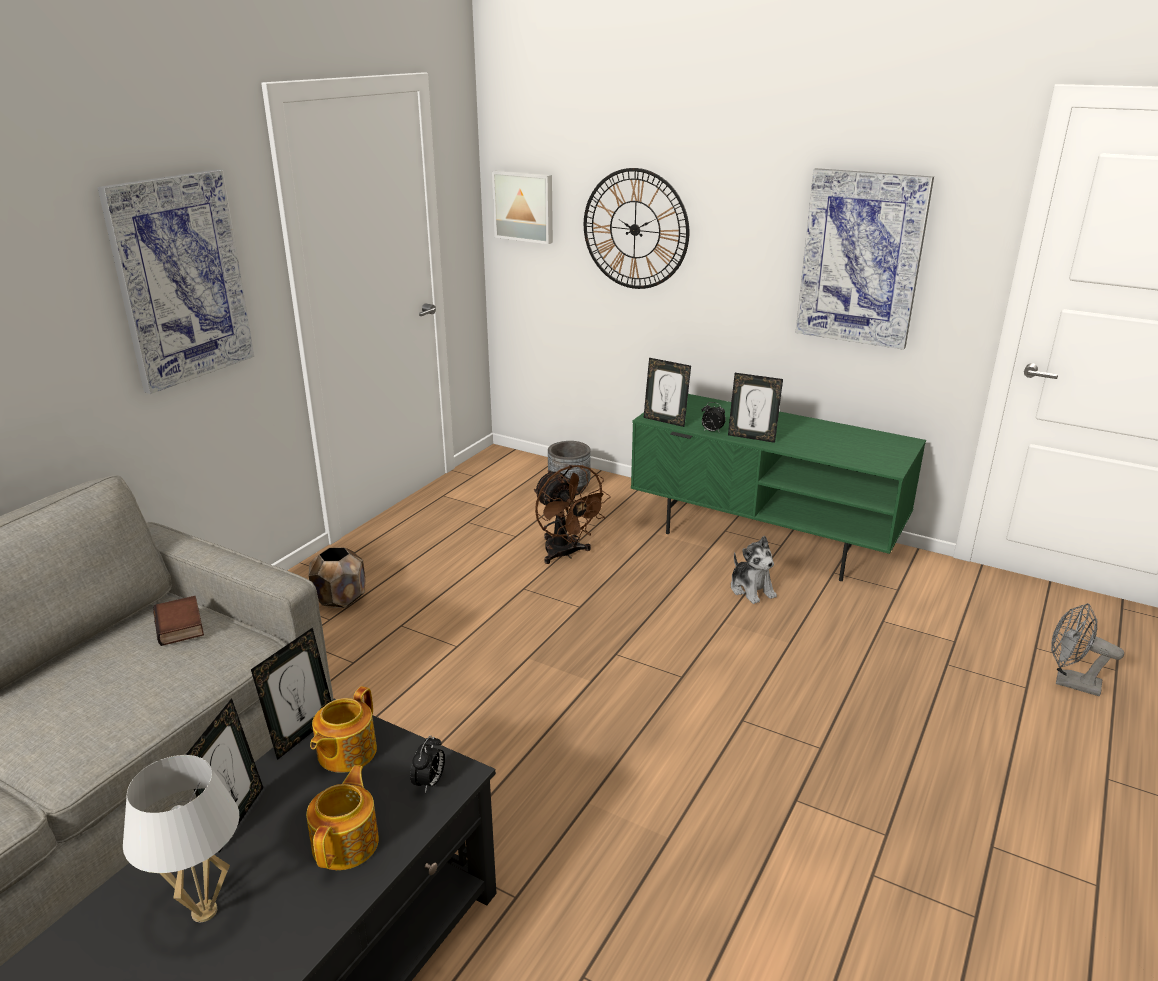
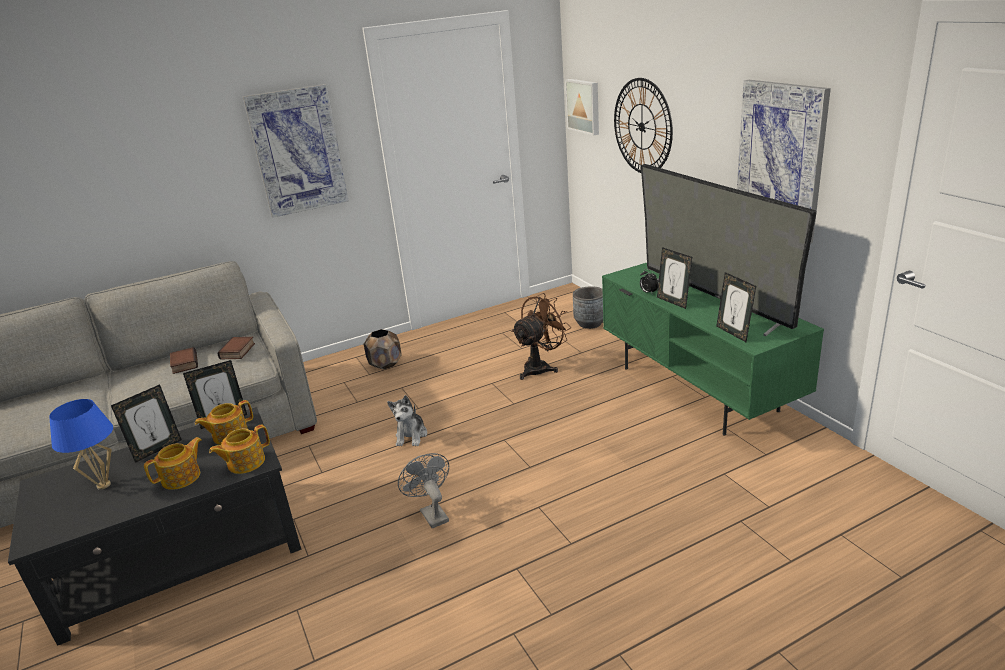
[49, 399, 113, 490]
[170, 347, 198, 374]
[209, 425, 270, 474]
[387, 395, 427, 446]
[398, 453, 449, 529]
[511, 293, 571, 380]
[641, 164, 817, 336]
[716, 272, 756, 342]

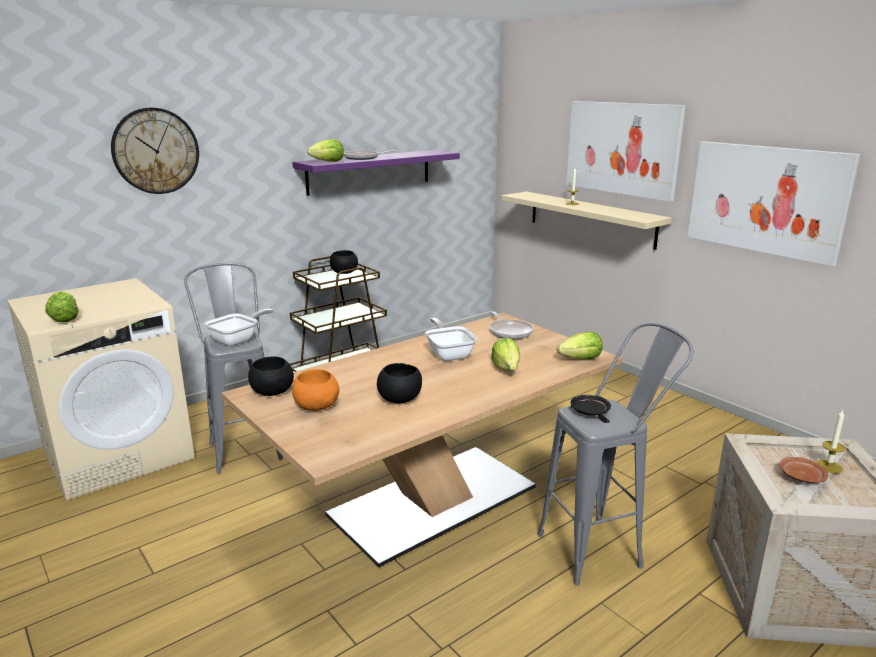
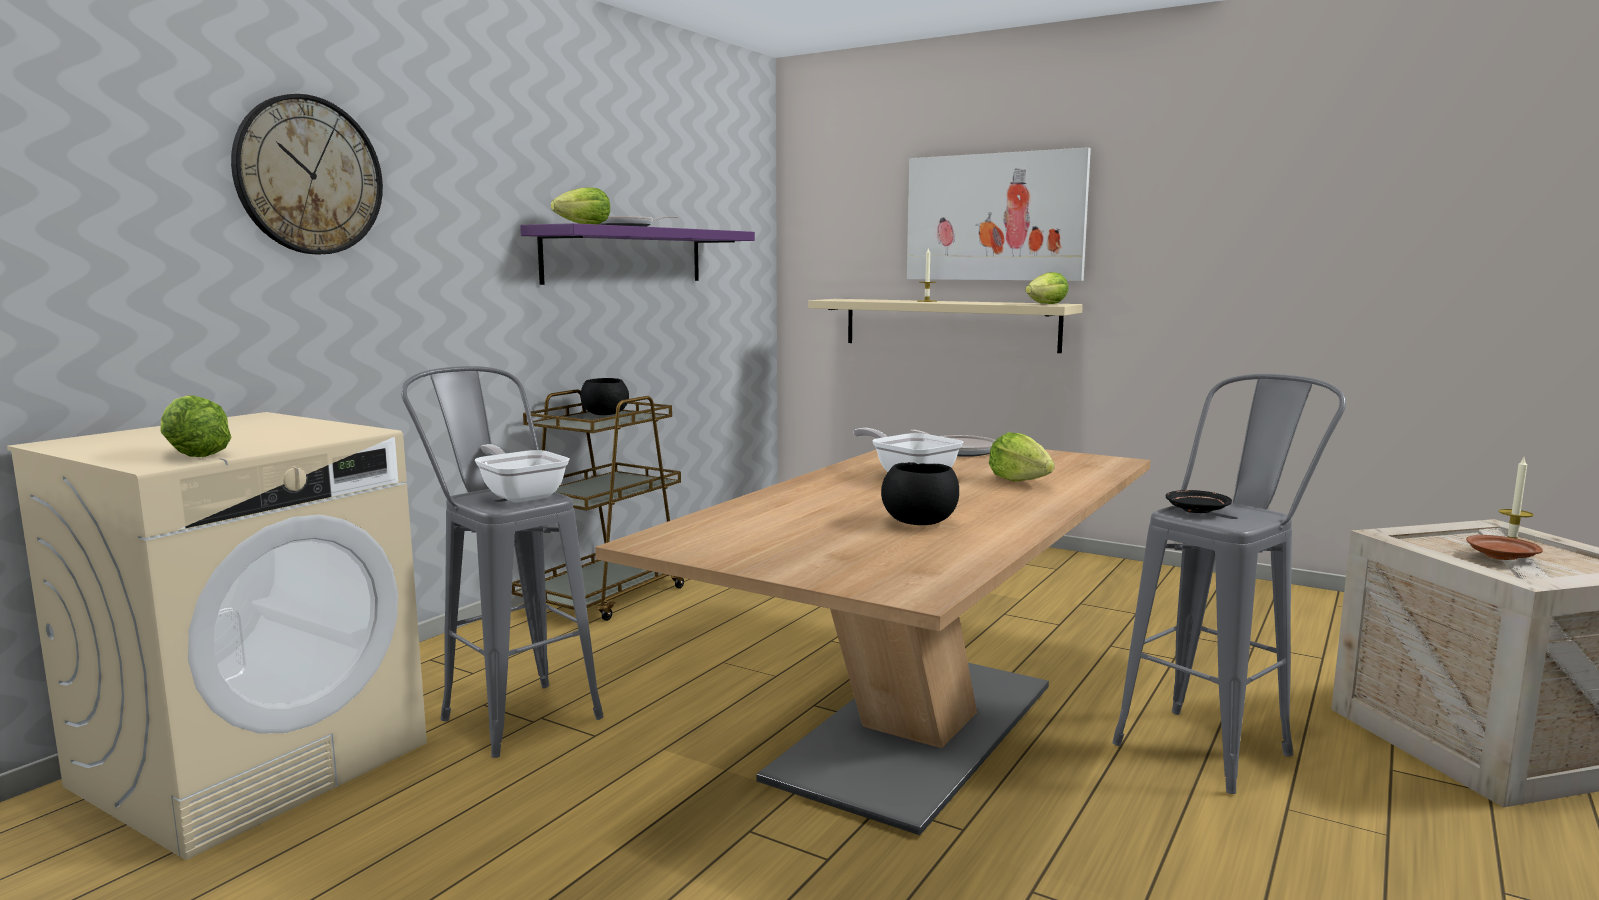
[475, 444, 569, 503]
[1025, 272, 1069, 304]
[248, 356, 294, 396] (first image)
[292, 369, 339, 411] (first image)
[687, 141, 860, 266] (first image)

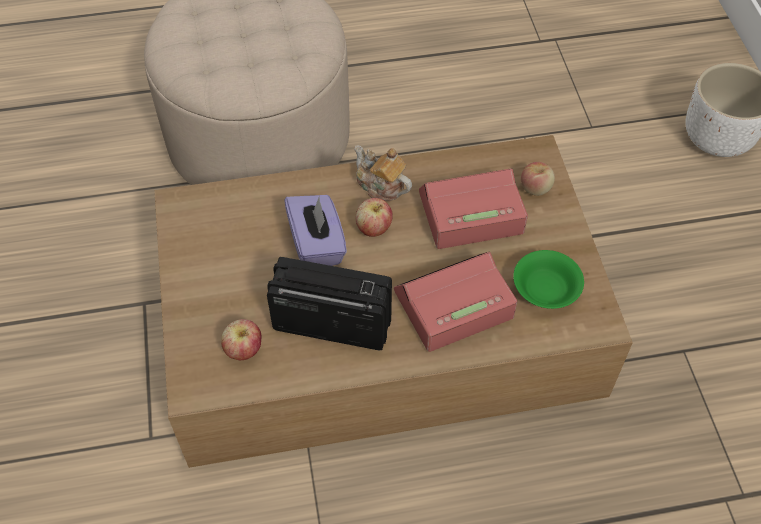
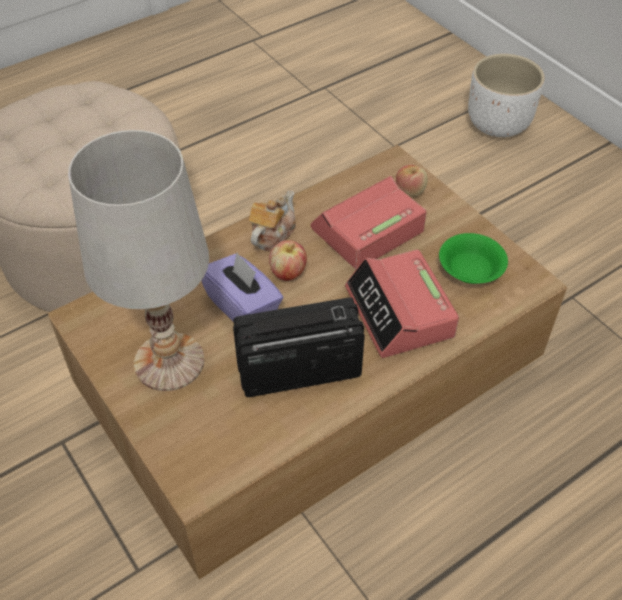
[68, 130, 209, 391]
[249, 191, 296, 252]
[345, 250, 459, 358]
[221, 319, 262, 360] (first image)

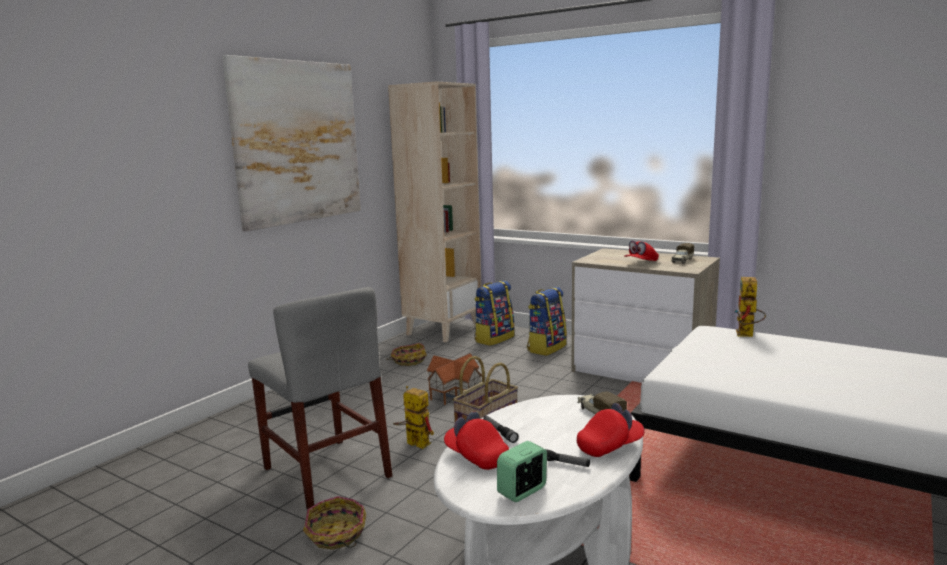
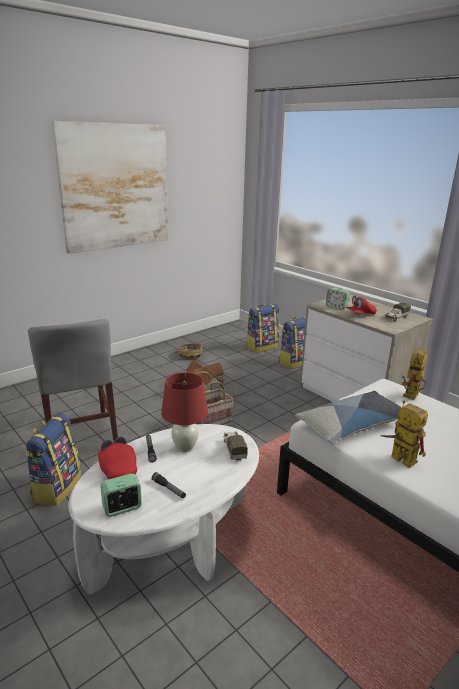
[25, 413, 81, 506]
[161, 373, 208, 453]
[295, 391, 402, 443]
[326, 287, 349, 309]
[381, 400, 428, 468]
[388, 82, 482, 342] (first image)
[577, 403, 645, 457] (first image)

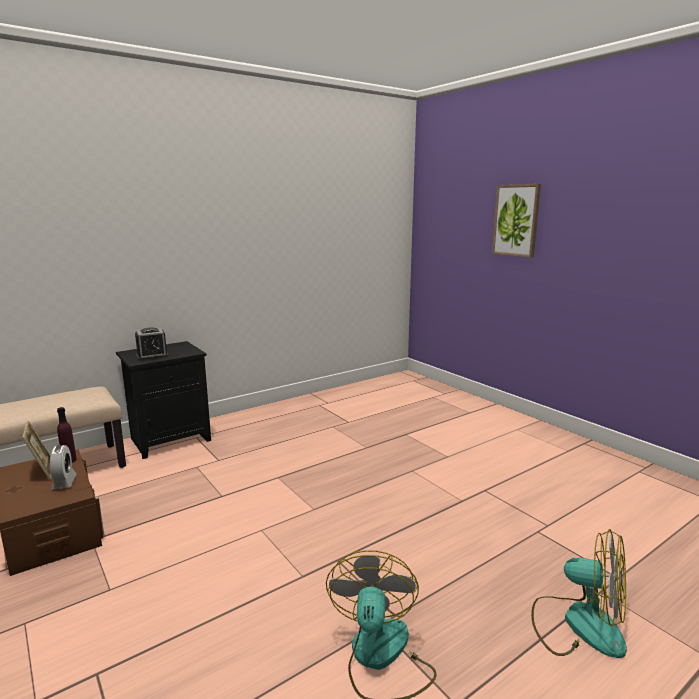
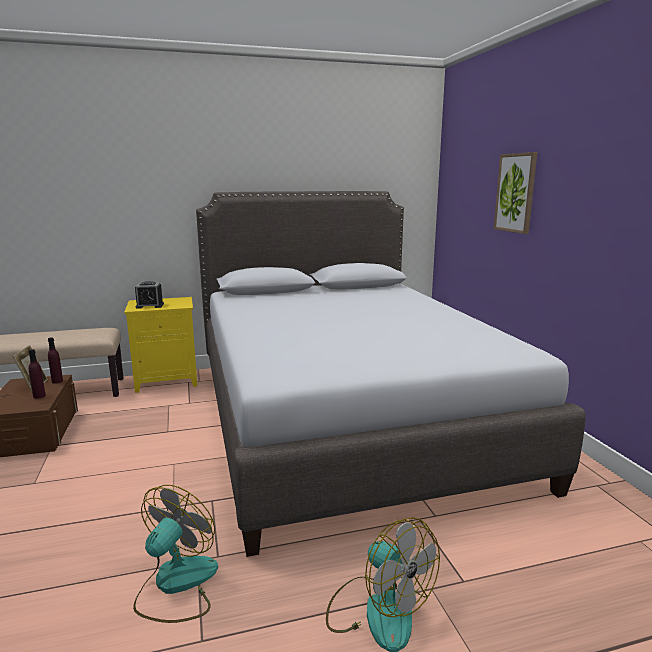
[29, 349, 46, 399]
[124, 297, 197, 393]
[196, 191, 586, 557]

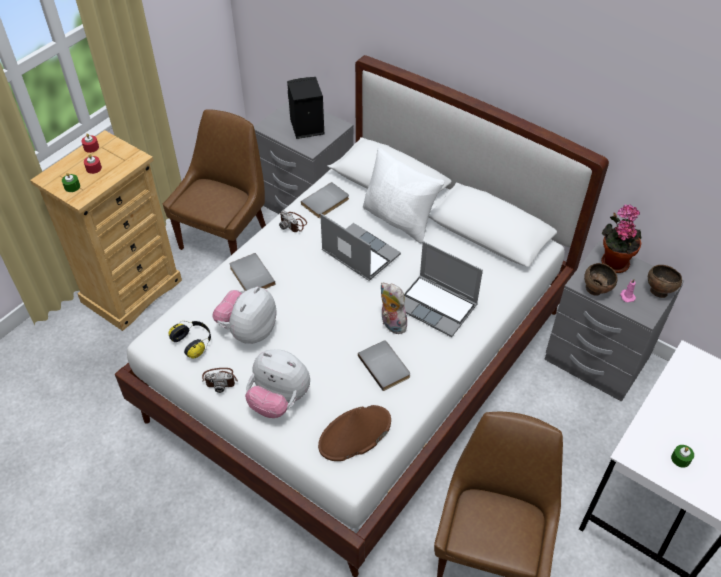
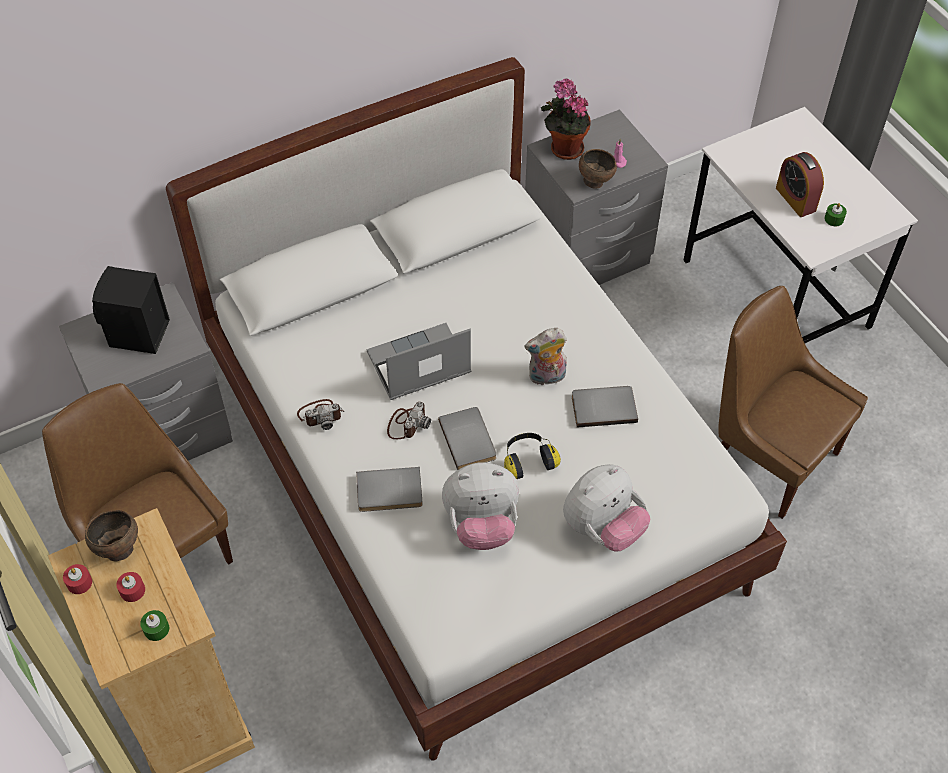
[85, 510, 138, 561]
[387, 402, 431, 439]
[438, 407, 496, 470]
[442, 462, 519, 550]
[504, 433, 561, 479]
[776, 152, 824, 217]
[318, 405, 391, 461] (first image)
[363, 147, 445, 243] (first image)
[404, 241, 483, 337] (first image)

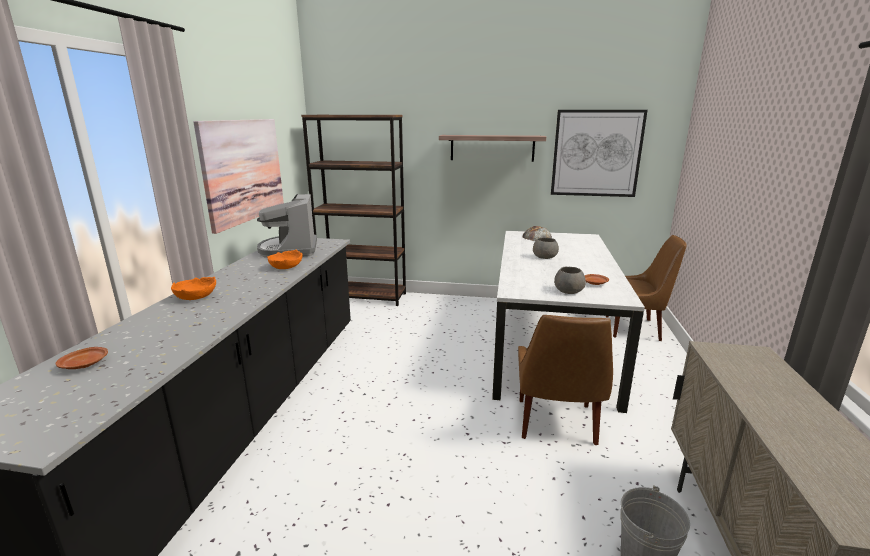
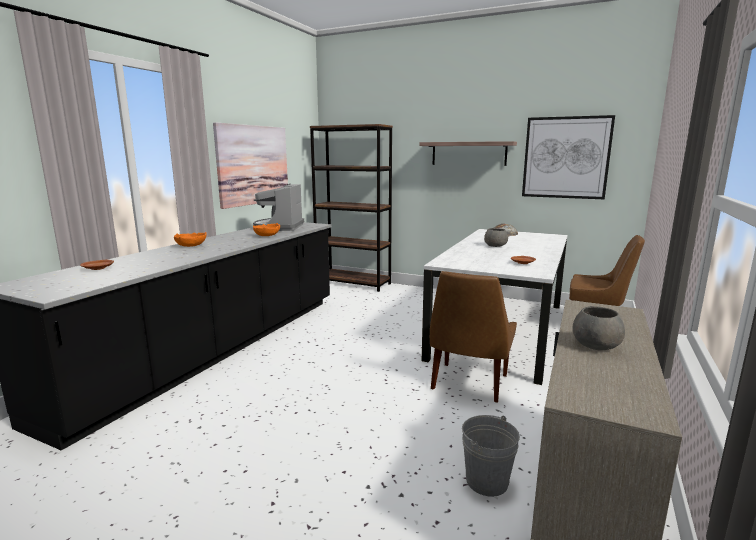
[572, 306, 625, 350]

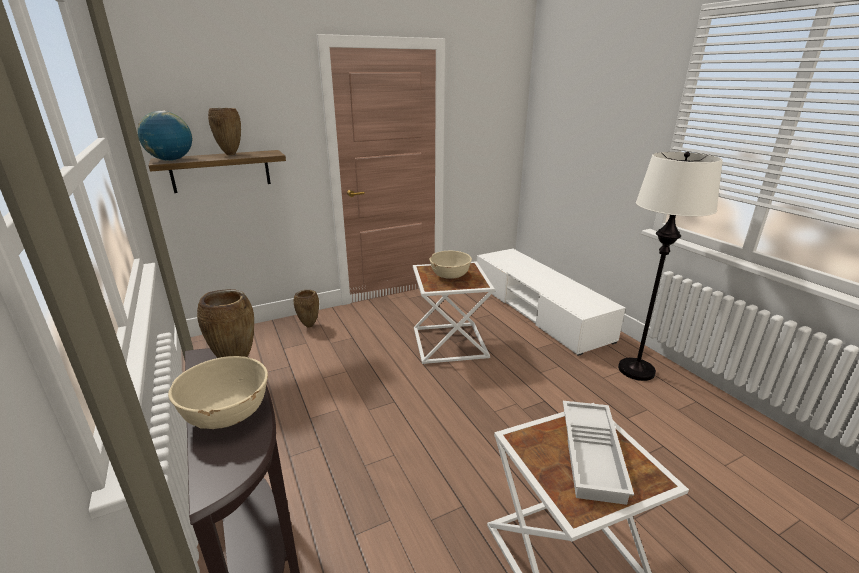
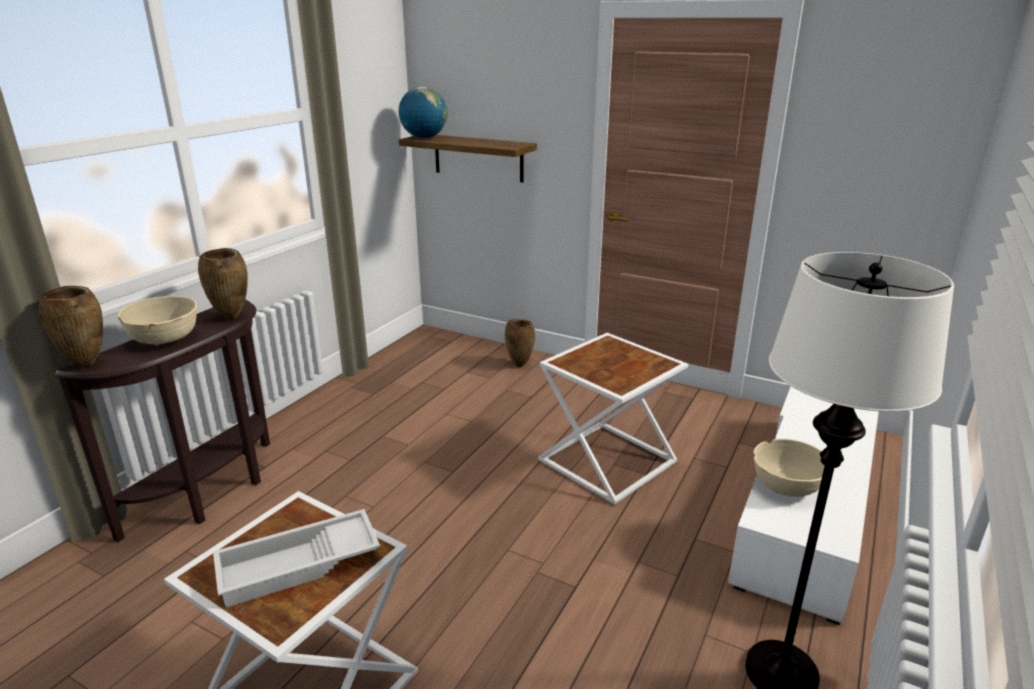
[39, 286, 103, 368]
[753, 439, 825, 497]

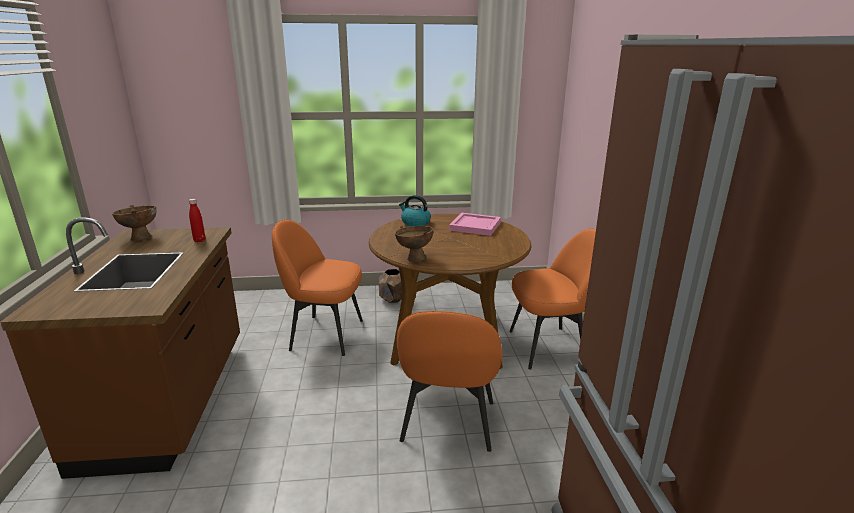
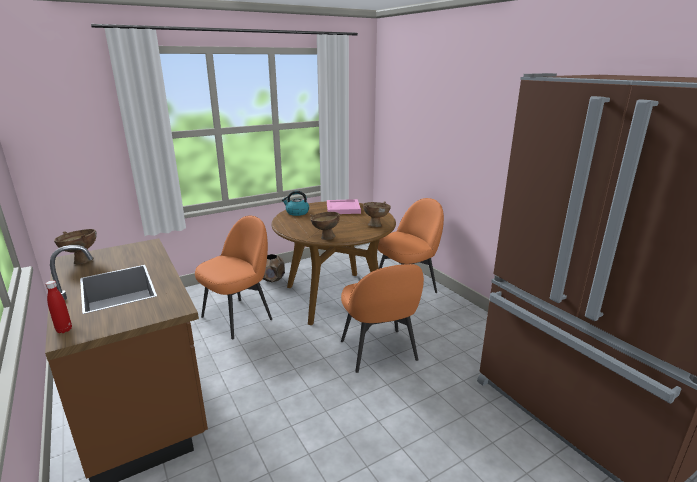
[45, 281, 72, 333]
[195, 216, 272, 339]
[363, 202, 391, 227]

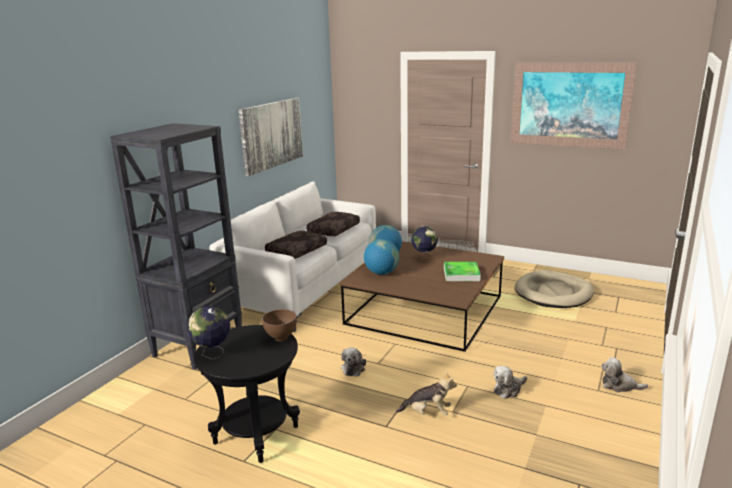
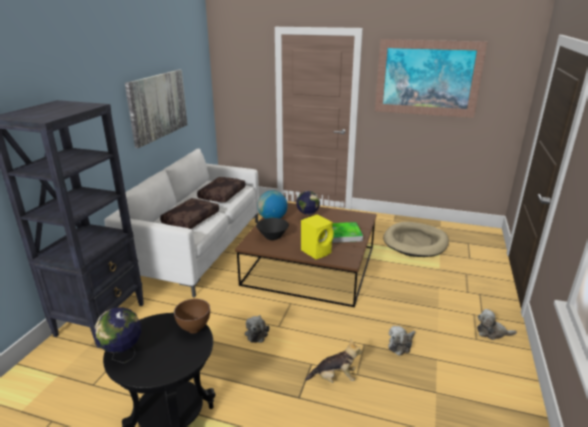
[256, 218, 289, 240]
[301, 215, 334, 259]

